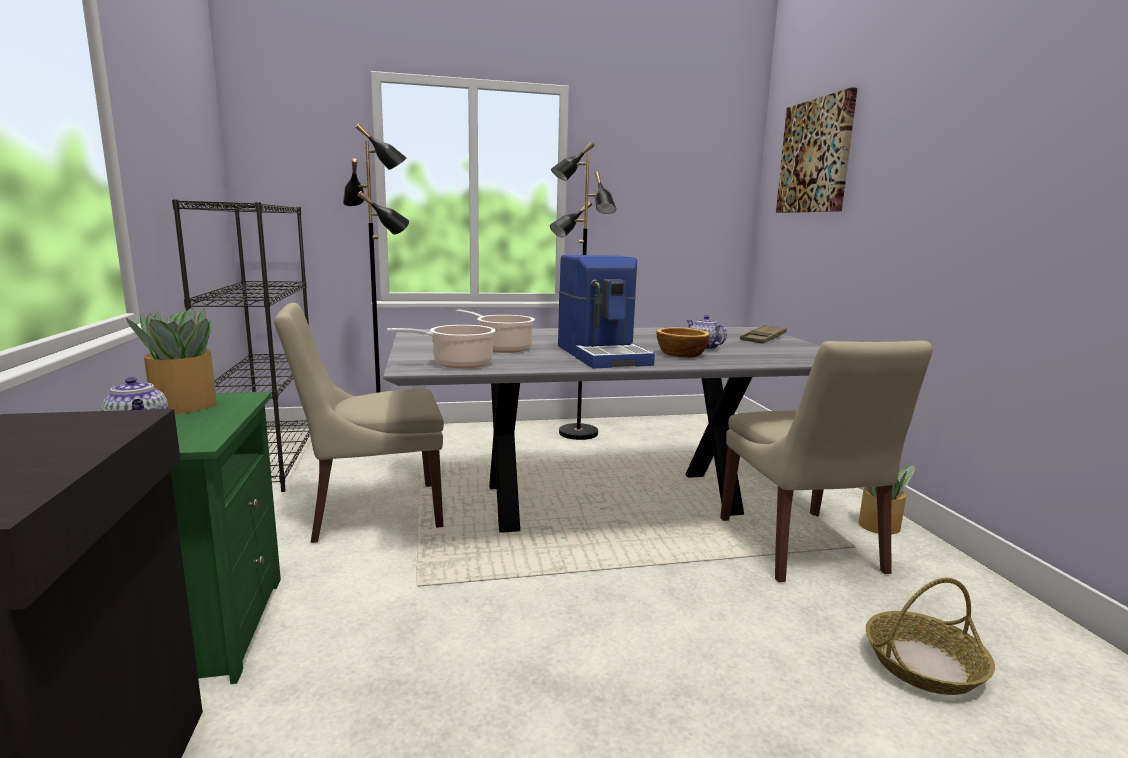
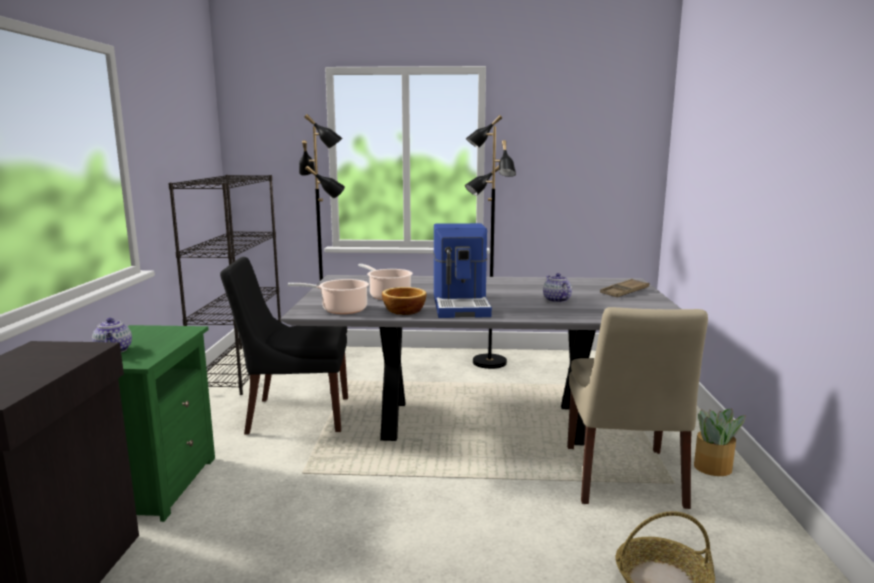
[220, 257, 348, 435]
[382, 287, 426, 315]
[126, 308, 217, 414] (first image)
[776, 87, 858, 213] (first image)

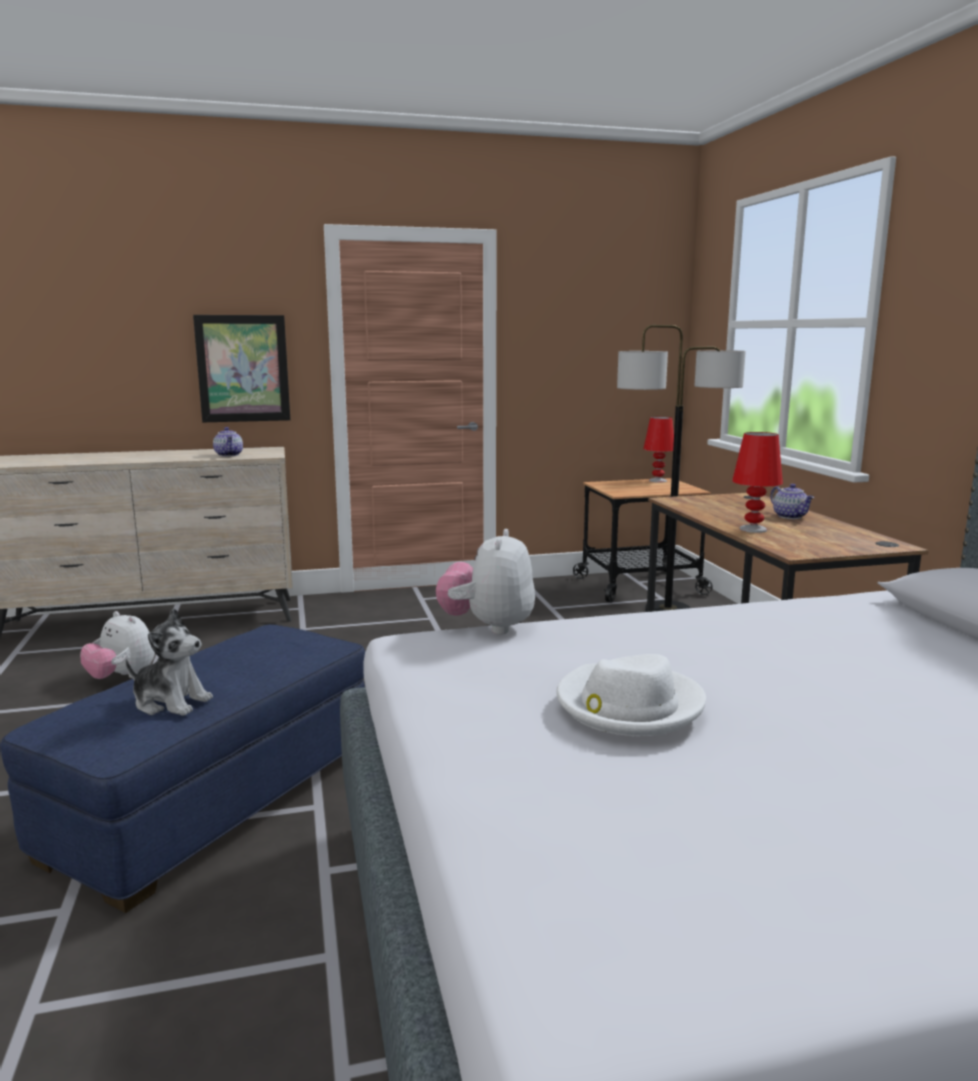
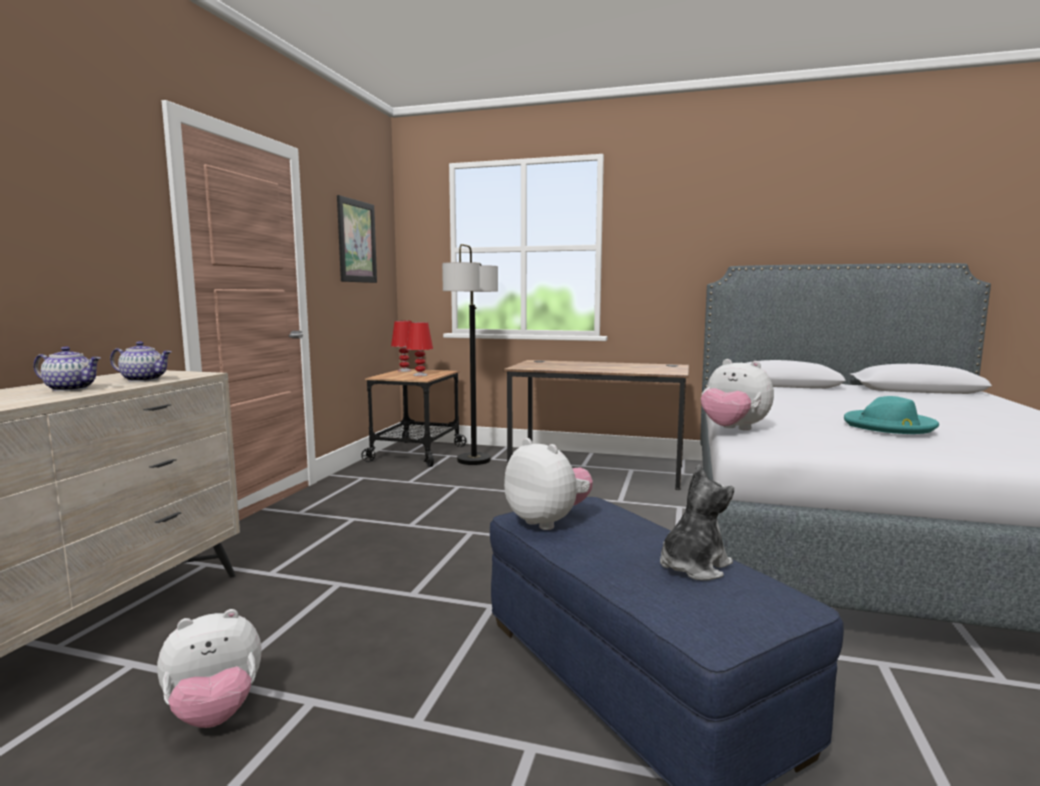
[33, 346, 101, 391]
[337, 195, 377, 283]
[406, 322, 433, 376]
[504, 438, 593, 530]
[844, 396, 939, 434]

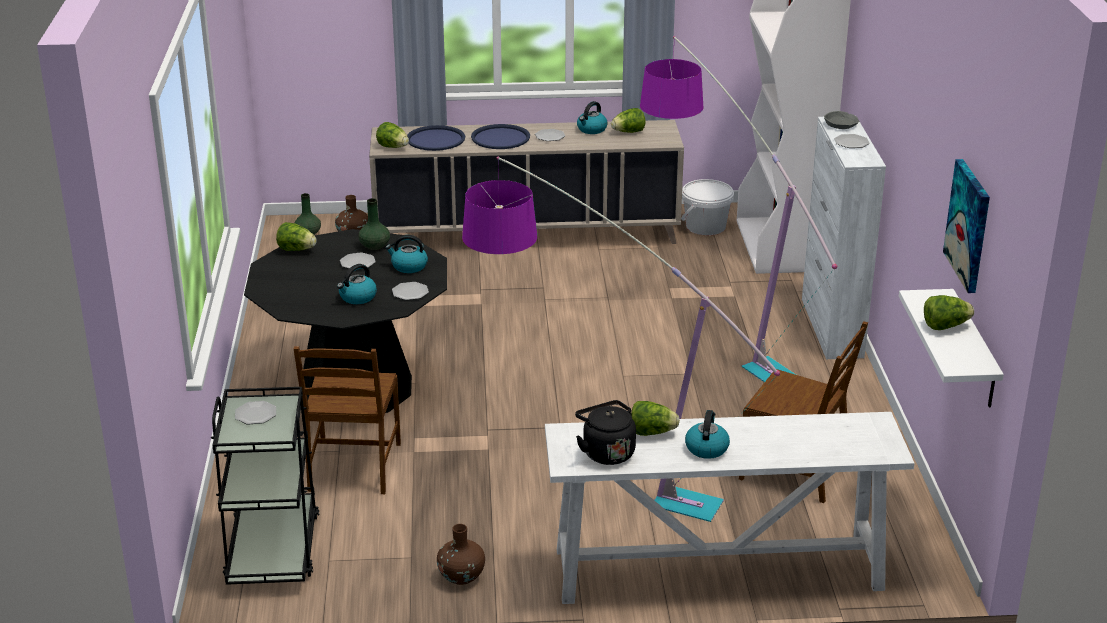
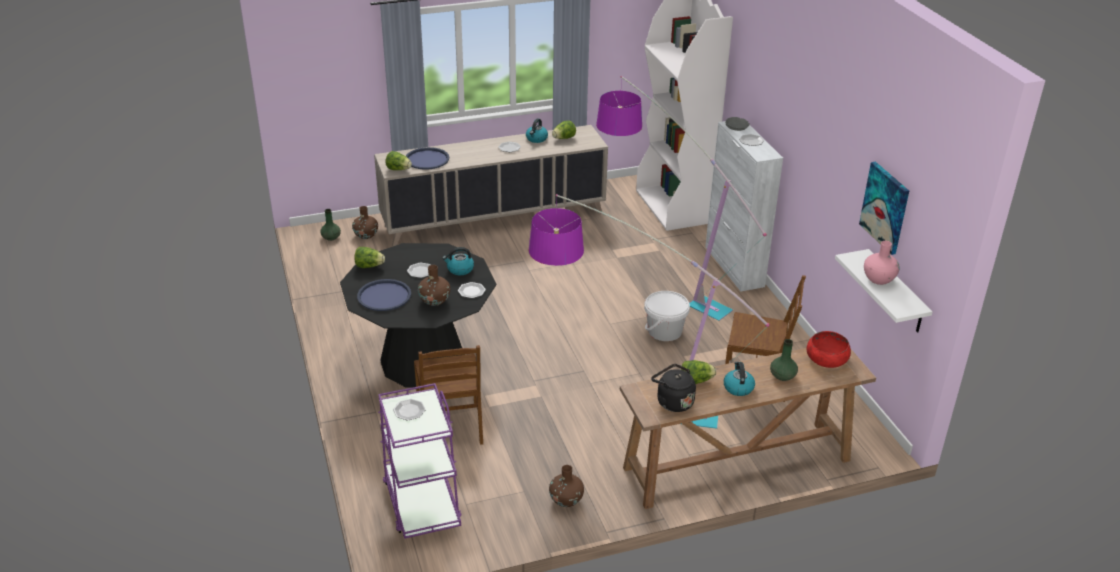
[357, 279, 411, 311]
[378, 383, 462, 539]
[418, 265, 450, 306]
[620, 348, 876, 509]
[644, 291, 690, 341]
[770, 339, 798, 381]
[807, 331, 851, 368]
[864, 241, 900, 285]

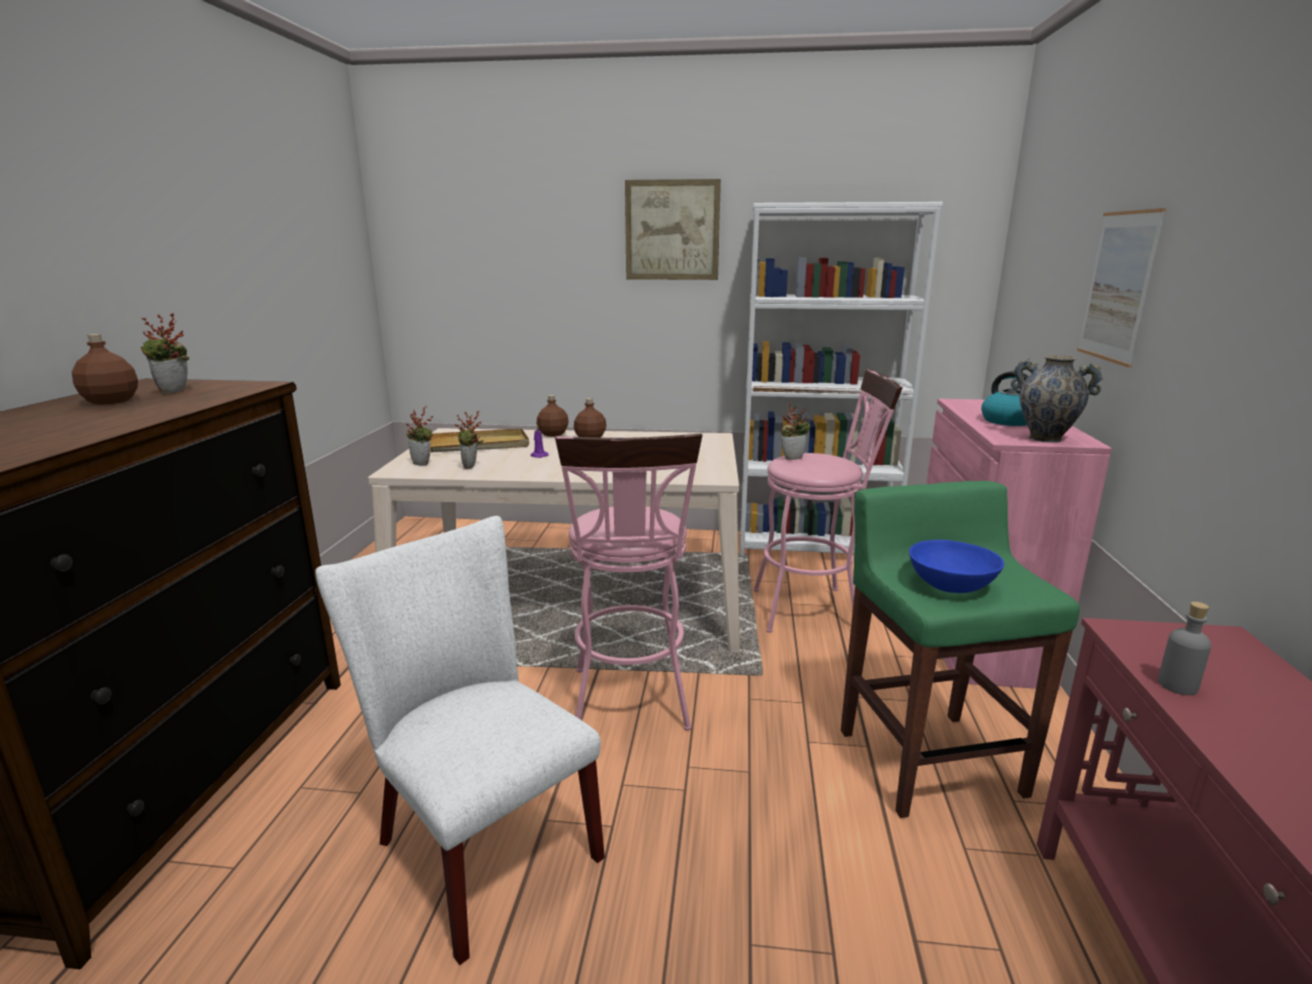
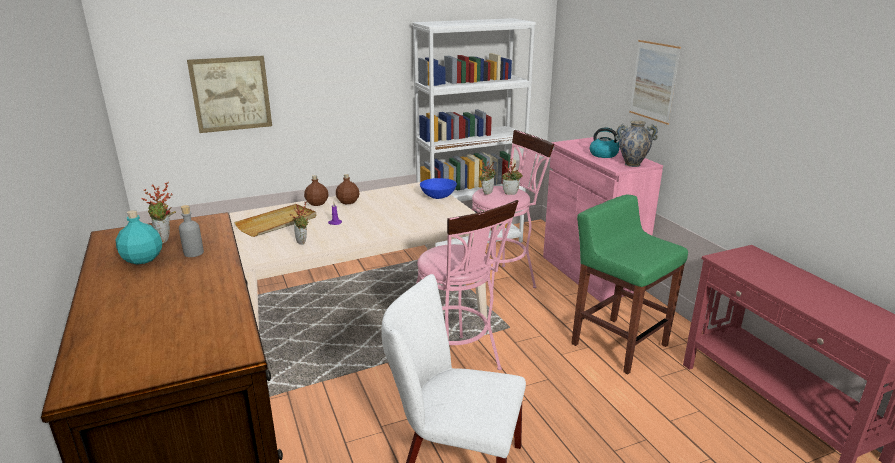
[115, 210, 162, 264]
[179, 205, 204, 257]
[187, 56, 272, 133]
[420, 178, 457, 199]
[502, 158, 523, 195]

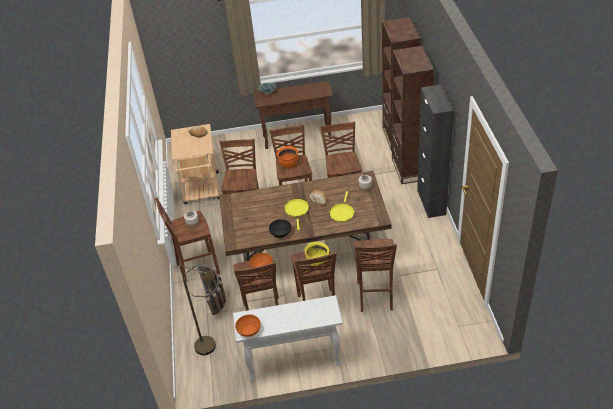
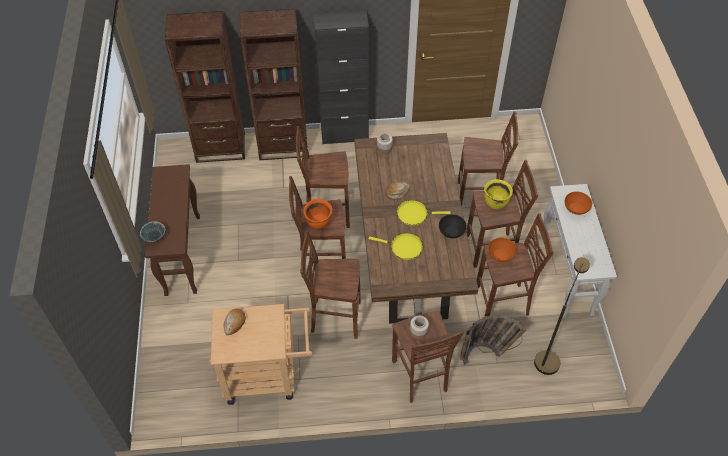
[369, 233, 423, 260]
[565, 191, 592, 215]

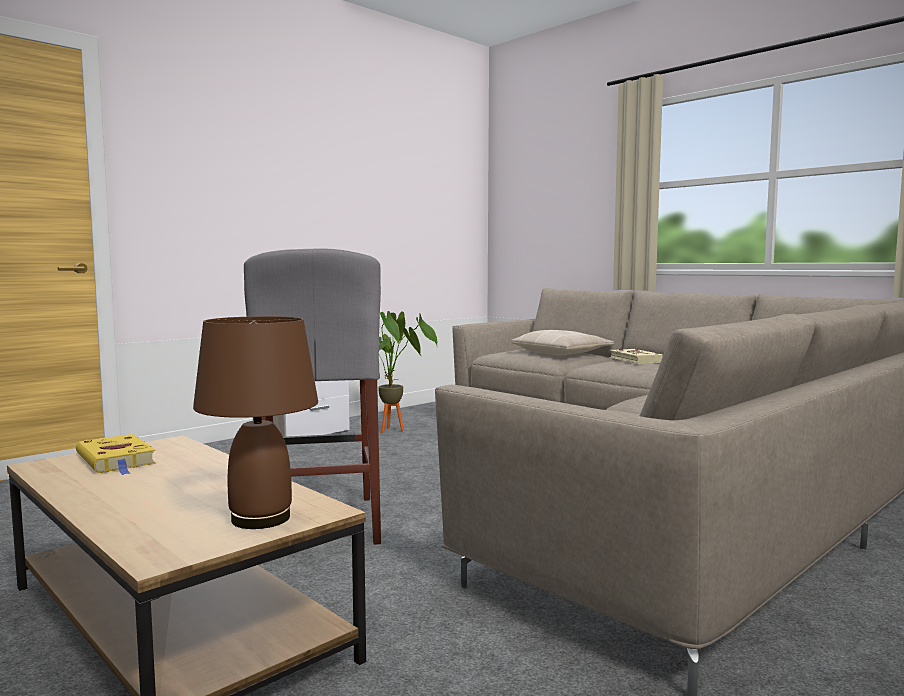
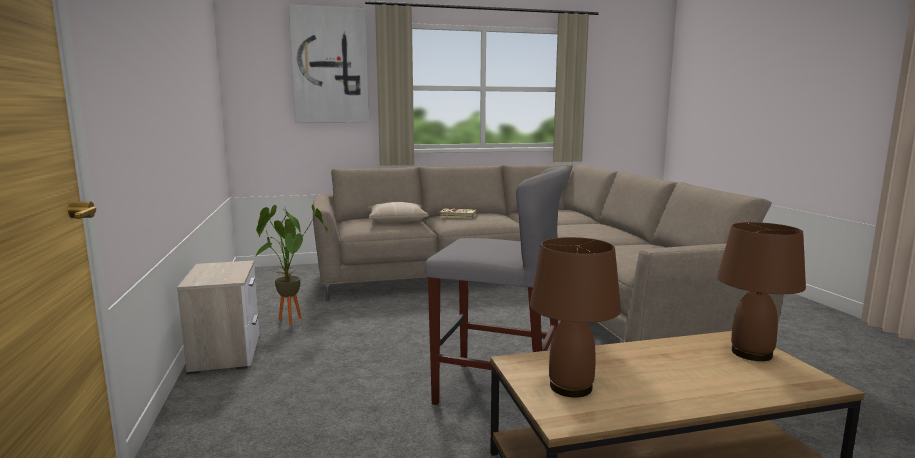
[289, 5, 369, 123]
[530, 237, 621, 397]

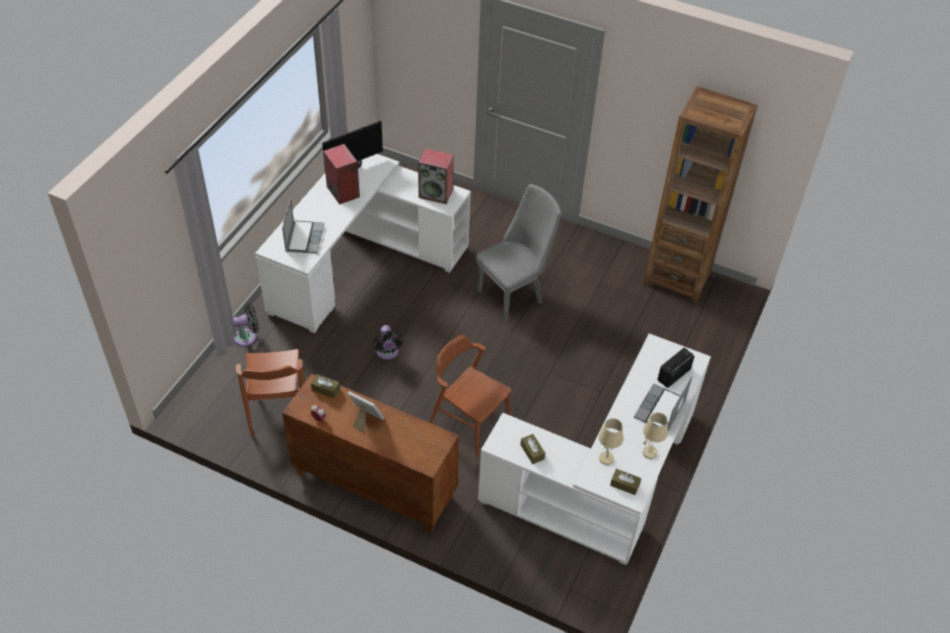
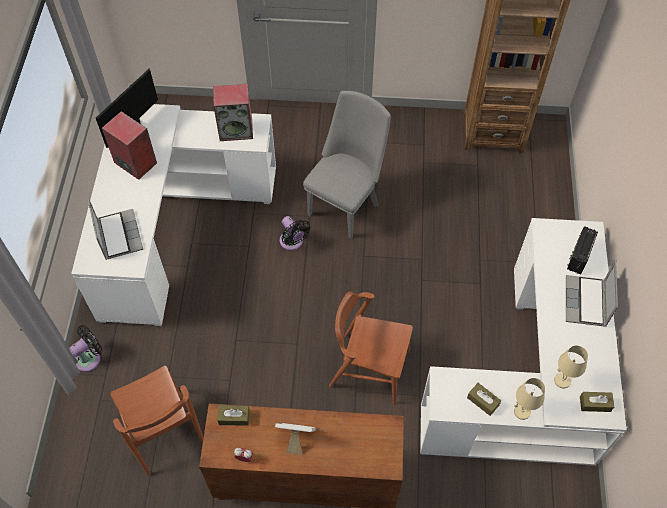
[280, 216, 311, 251]
[514, 378, 545, 420]

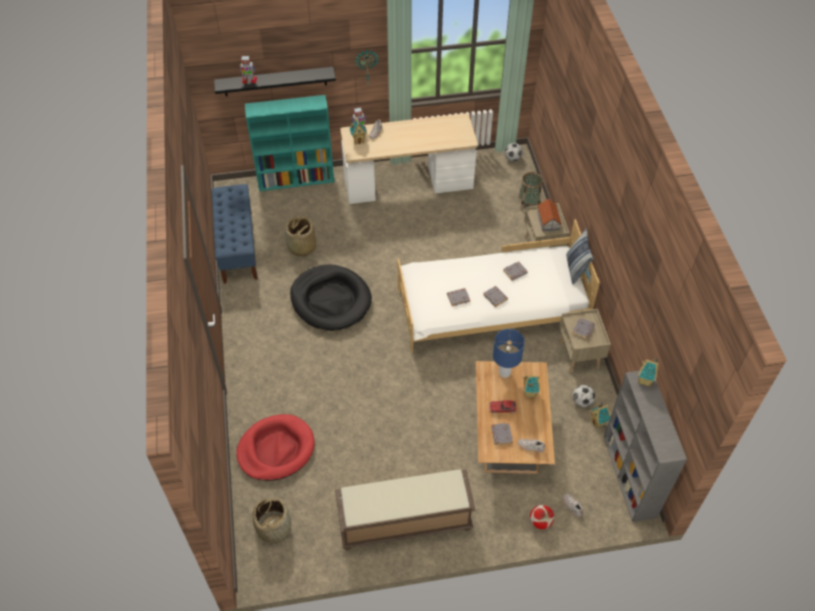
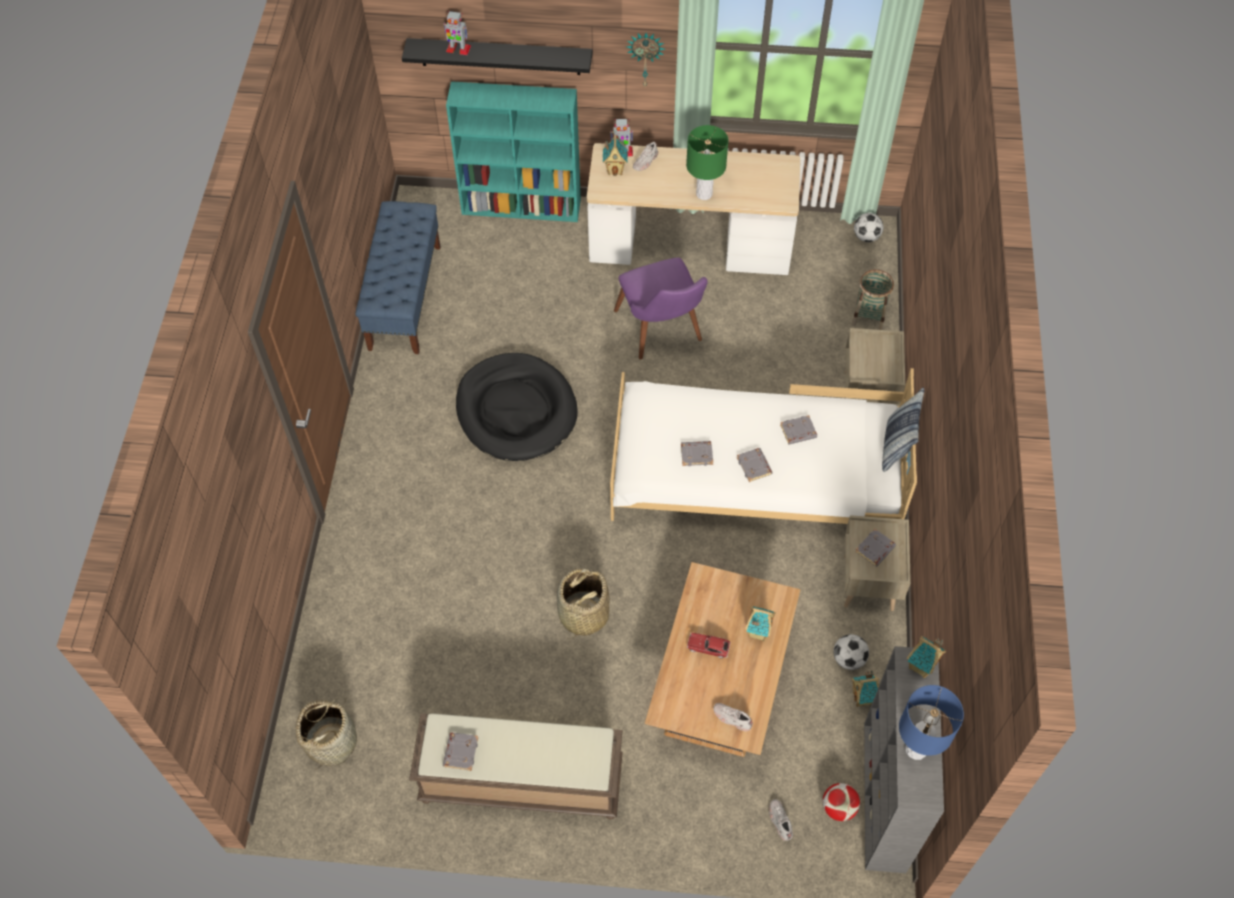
[443, 732, 478, 771]
[557, 569, 610, 639]
[614, 258, 708, 360]
[686, 125, 729, 200]
[822, 783, 860, 821]
[899, 685, 964, 760]
[236, 414, 315, 481] (first image)
[537, 199, 562, 231] (first image)

